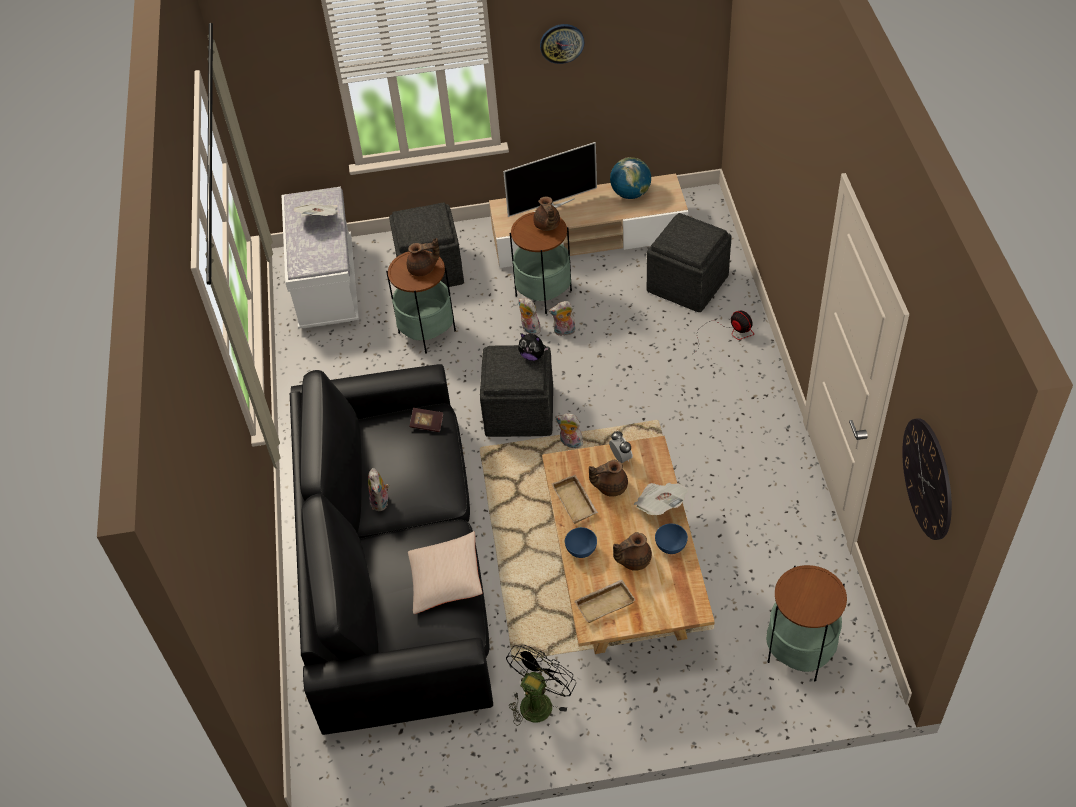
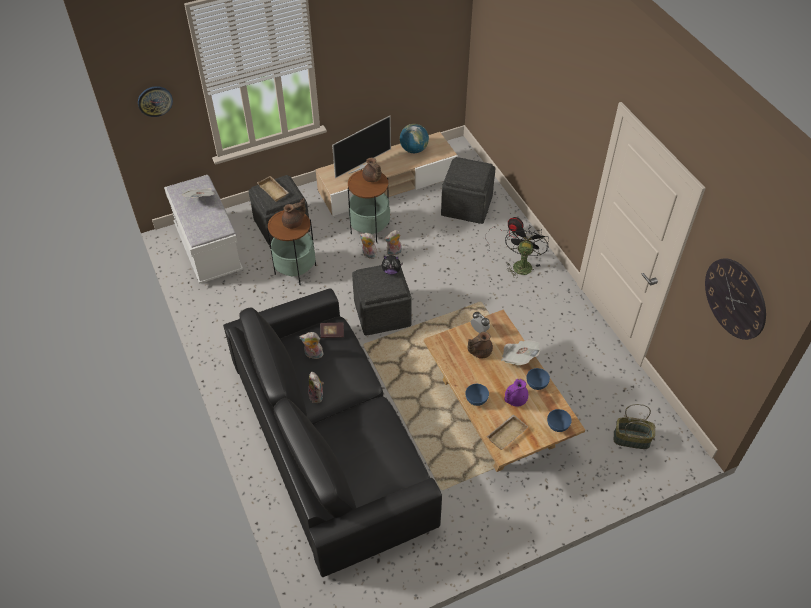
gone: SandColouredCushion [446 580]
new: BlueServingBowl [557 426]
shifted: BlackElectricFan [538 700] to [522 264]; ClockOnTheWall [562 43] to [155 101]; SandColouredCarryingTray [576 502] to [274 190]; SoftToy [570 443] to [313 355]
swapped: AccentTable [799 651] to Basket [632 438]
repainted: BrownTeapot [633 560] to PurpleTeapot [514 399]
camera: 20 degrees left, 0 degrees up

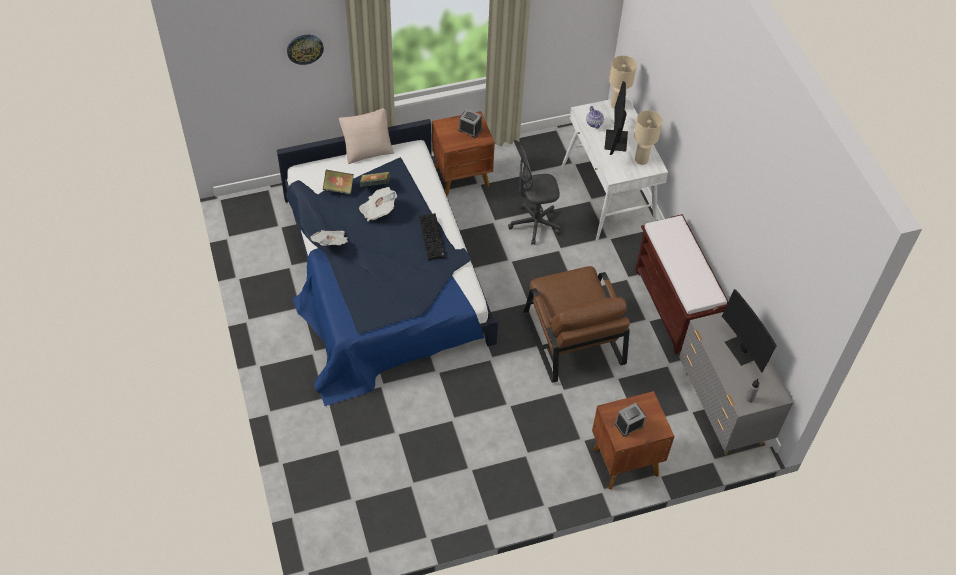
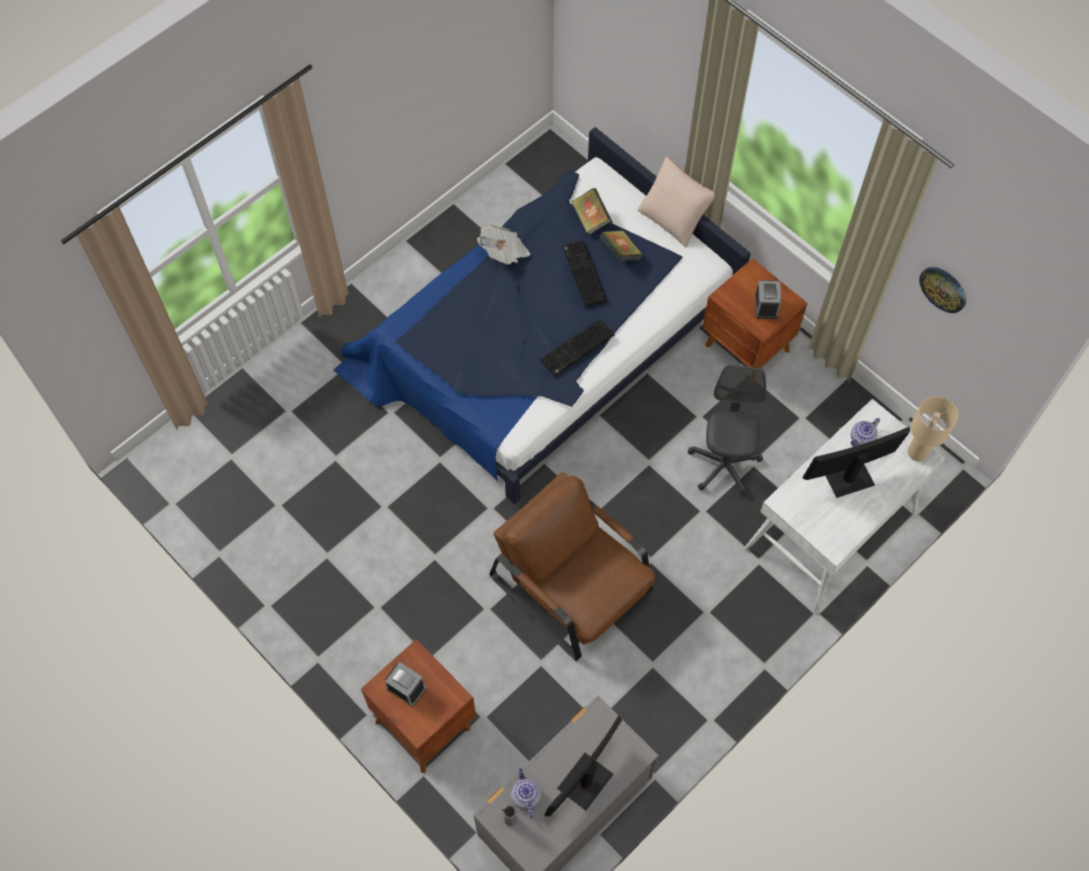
gone: SandColouredTabletopLamp [641 160]; BrownIndoorBench [674 307]
new: Teapot [525 796]
shifted: ClockOnTheWall [305 48] to [943 289]
swapped: Newspaper [378 210] to ComputerKeyboard [582 273]
rotated: GrayOfficeChair [534 224] = [724 464] 45 degrees clockwise; BrownLoungeChair [572 337] = [574 585] 90 degrees clockwise
camera: 65 degrees right, 10 degrees up

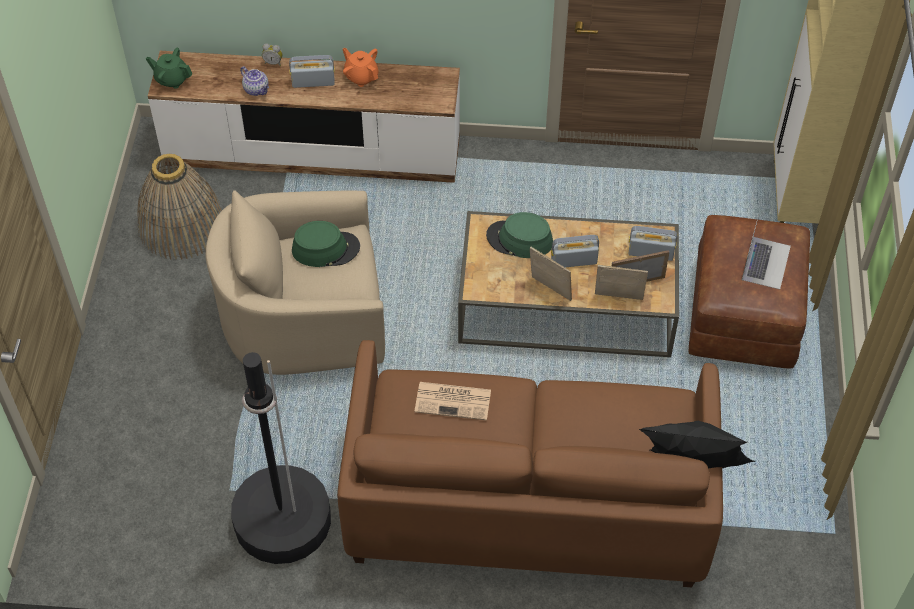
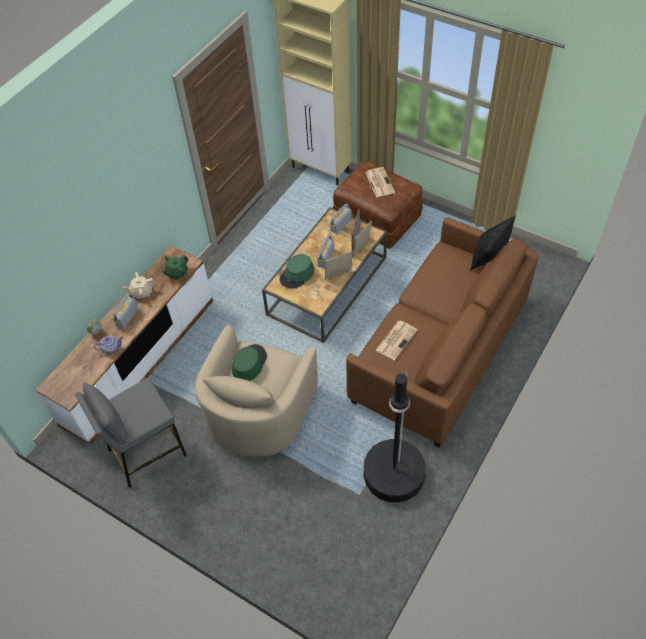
shifted: GreenishTeapot [172 79] to [177 273]
swapped: Basket [181 225] to GrayStoolSeat [146 452]; PortableComputer [766 262] to Newspaper [379 182]
repainted: OrangeyTeapot [361 76] to SandColouredTeapot [142 292]
camera: 60 degrees left, 0 degrees up

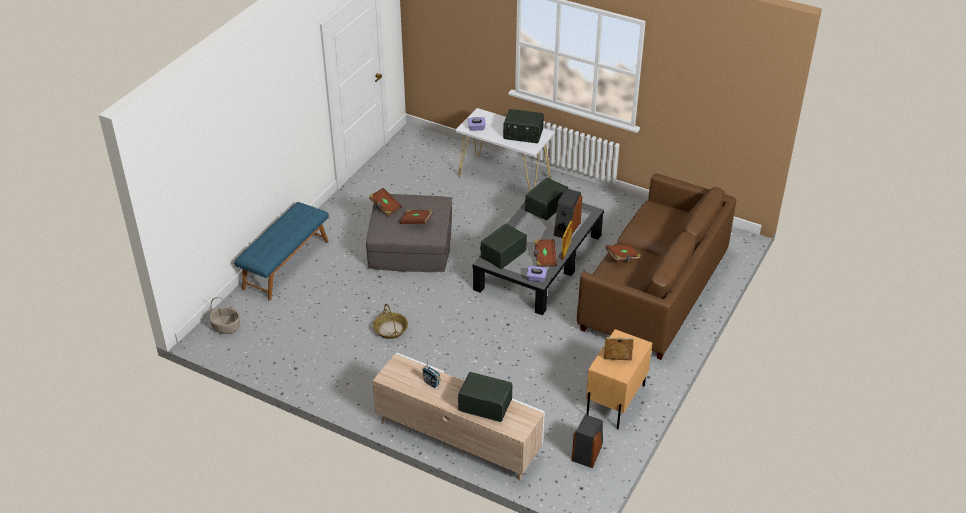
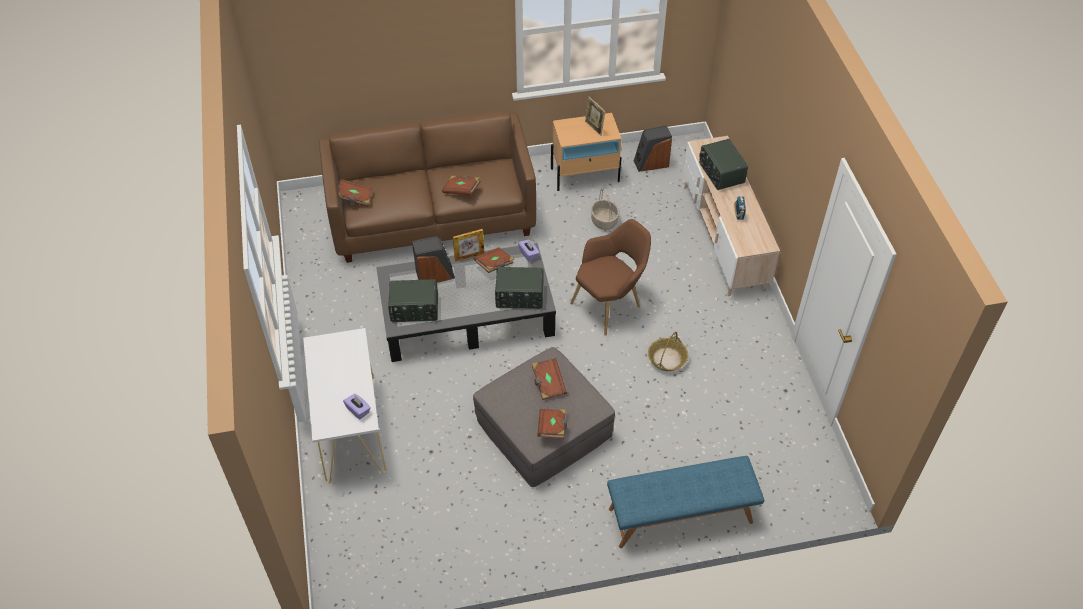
gone: RadioSet [523 135]
new: BrownVolume [354 198]; BrownLoungeChair [610 304]
shifted: Basket [226 327] to [604 221]
camera: 130 degrees left, 10 degrees up

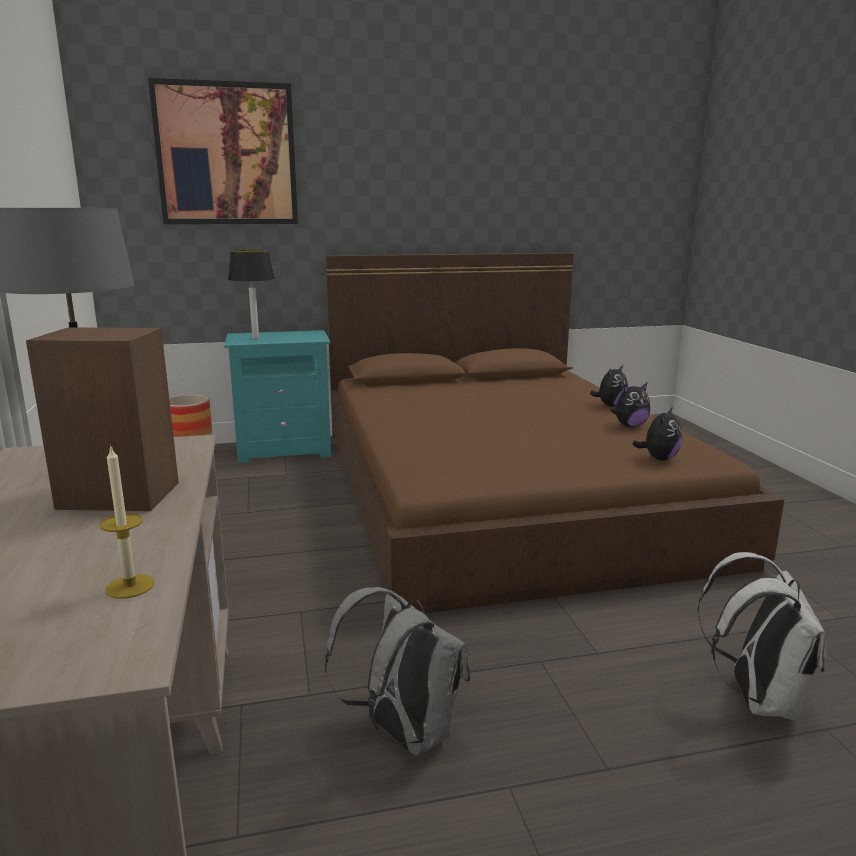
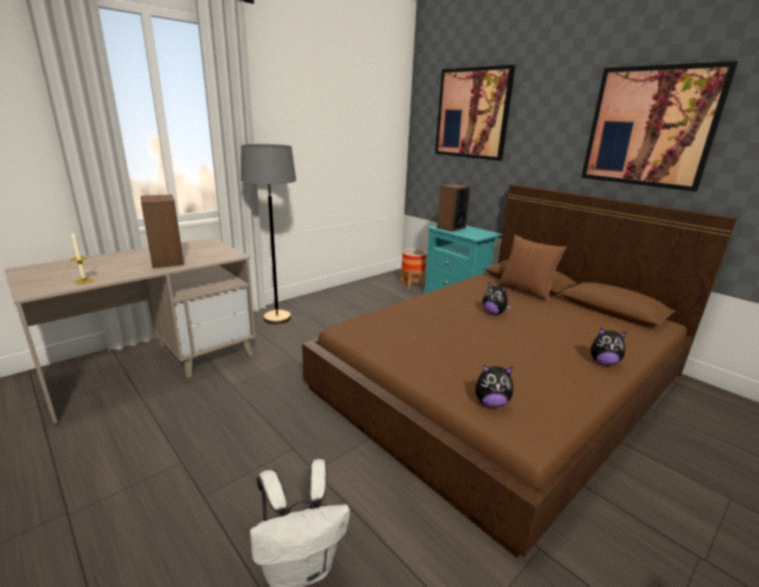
gone: GrayKnapsack [403 733]
new: BrownCushion [525 291]; WallPicture [650 127]
shifted: SoftToy [630 426] to [493 313]
swapped: TabletopLamp [255 338] to Loudspeaker [451 228]
camera: 60 degrees right, 5 degrees up

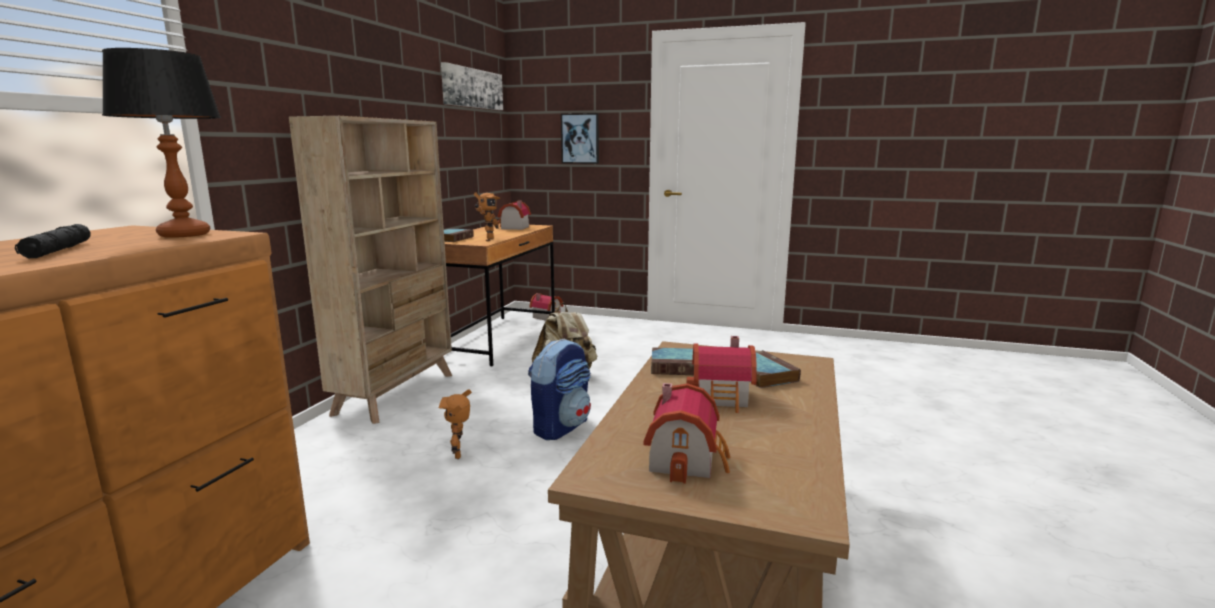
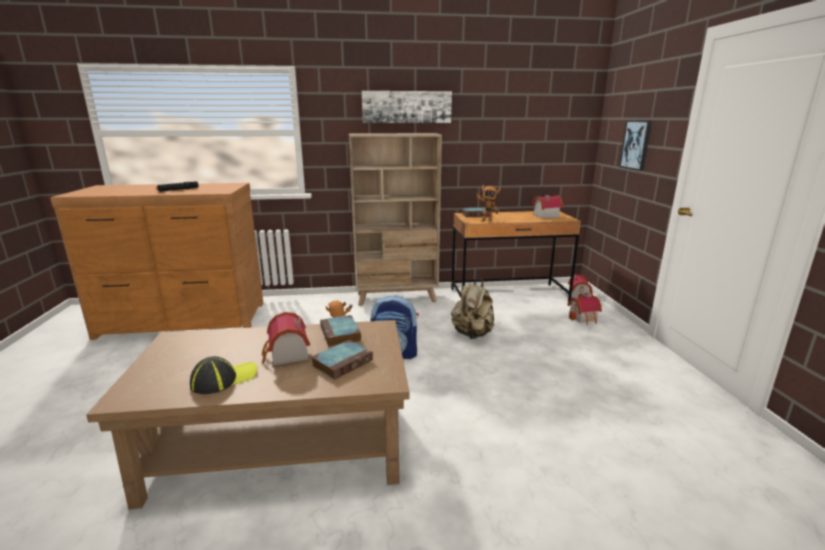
gone: TabletopLamp [185 235]
new: BaseballCap [224 379]
shifted: WallPicture [472 88] to [406 107]; ModelHouse [687 459] to [584 318]
camera: 65 degrees right, 5 degrees up

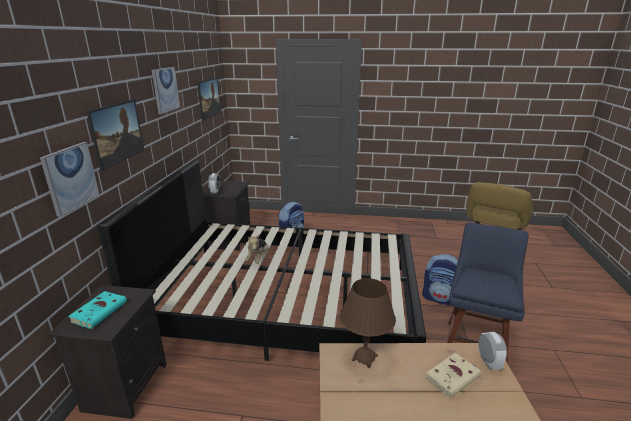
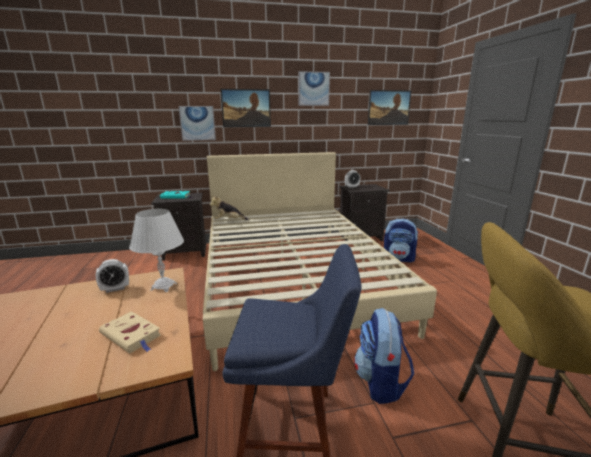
shifted: SoftToy [258 258] to [229 221]; AlarmClock [488 362] to [115 289]
repainted: BlackSleepingBed [287 301] to SandColouredSleepingBed [293 278]; BrownTabletopLamp [364 358] to WhiteTabletopLamp [163 286]
camera: 70 degrees right, 5 degrees down

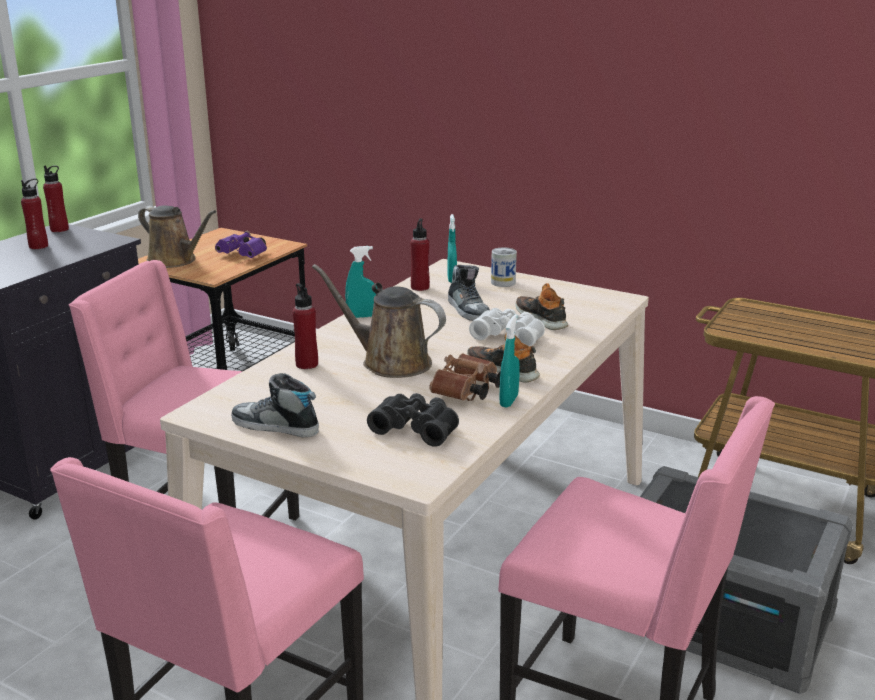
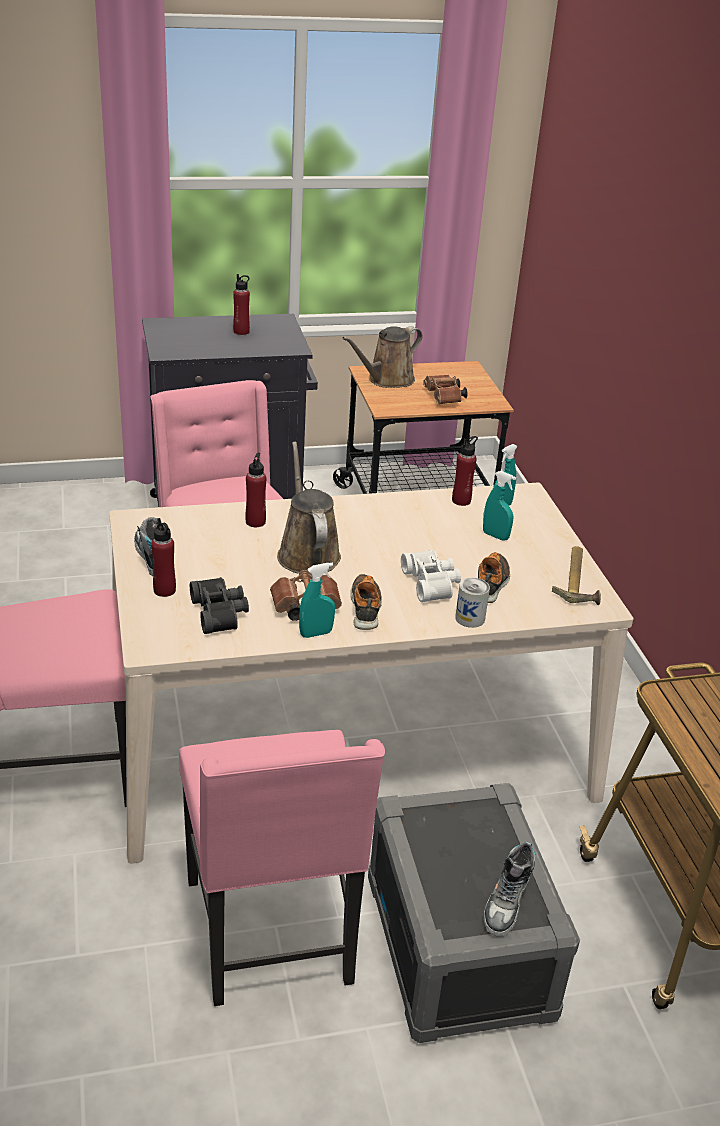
new: HandHammer [578 580]
shifted: RedColouredBottle [59 229] to [164 590]; TurquoiseColouredSprayer [362 316] to [495 536]; Shoe [468 310] to [507 903]; SealedCan [503 282] to [470 618]
repainted: PurpleBinoculars [244 255] to BrownBinoculars [444 398]
rotated: BrownSprinklingCan [175 261] = [387 380] 60 degrees clockwise
camera: 45 degrees right, 10 degrees up

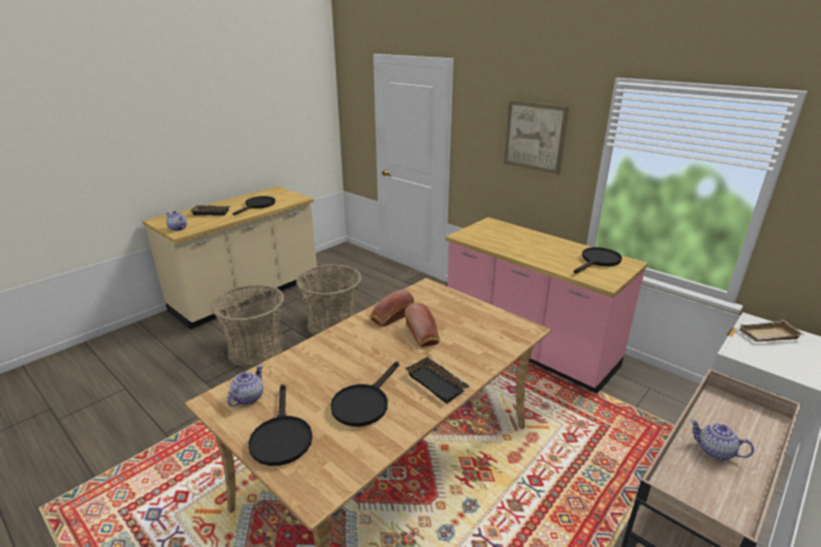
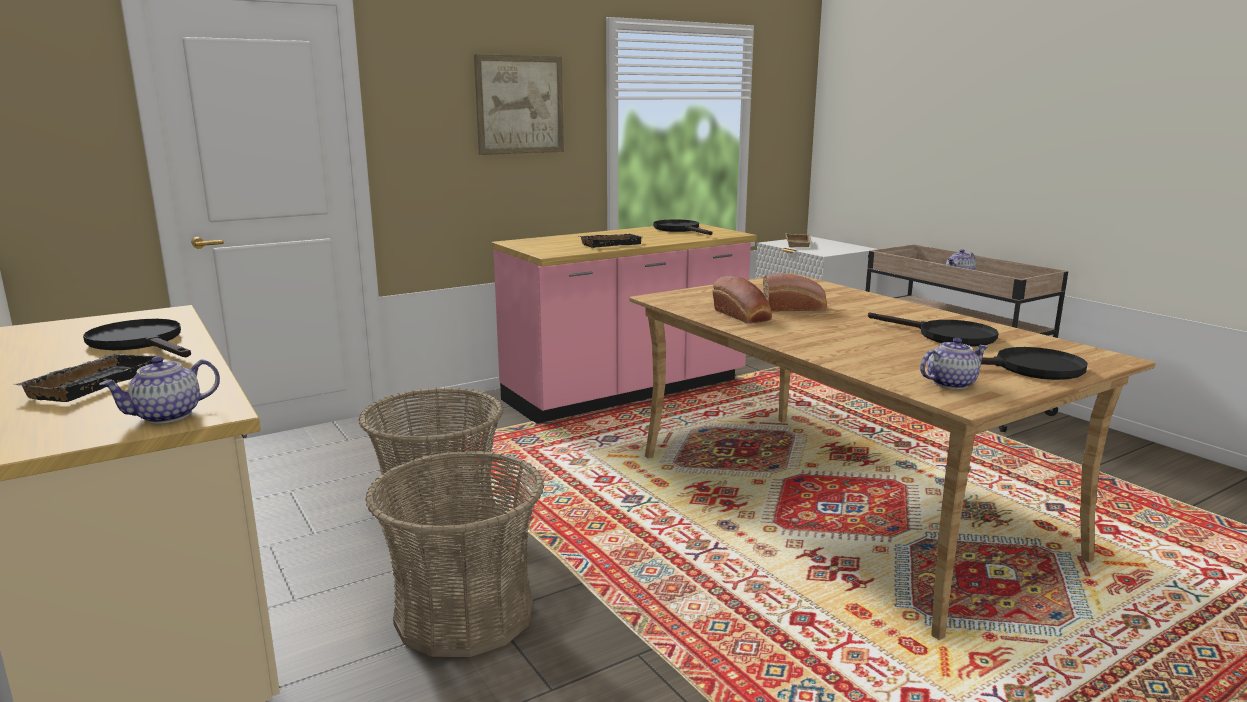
shifted: BlackCarryingTray [438 383] to [610 244]
rotated: Teapot [248 397] = [951 383] 120 degrees clockwise
camera: 75 degrees left, 10 degrees down

